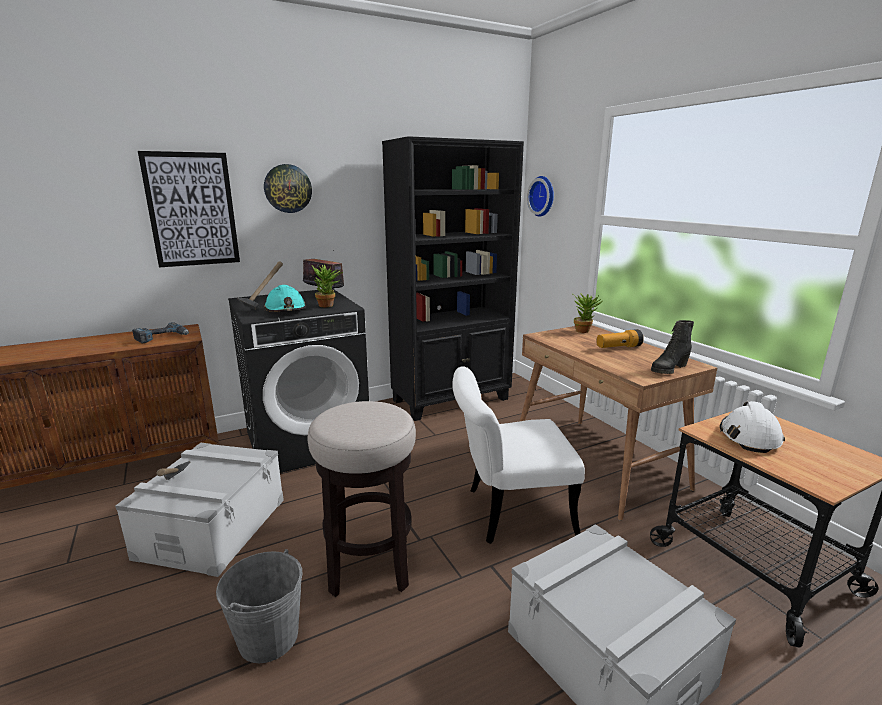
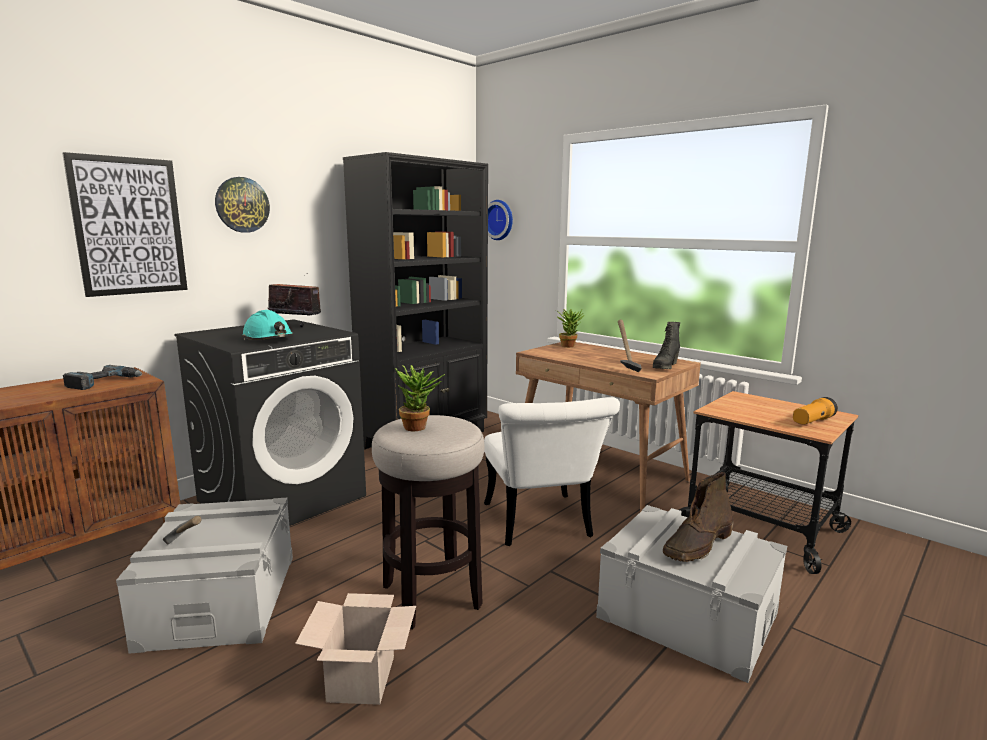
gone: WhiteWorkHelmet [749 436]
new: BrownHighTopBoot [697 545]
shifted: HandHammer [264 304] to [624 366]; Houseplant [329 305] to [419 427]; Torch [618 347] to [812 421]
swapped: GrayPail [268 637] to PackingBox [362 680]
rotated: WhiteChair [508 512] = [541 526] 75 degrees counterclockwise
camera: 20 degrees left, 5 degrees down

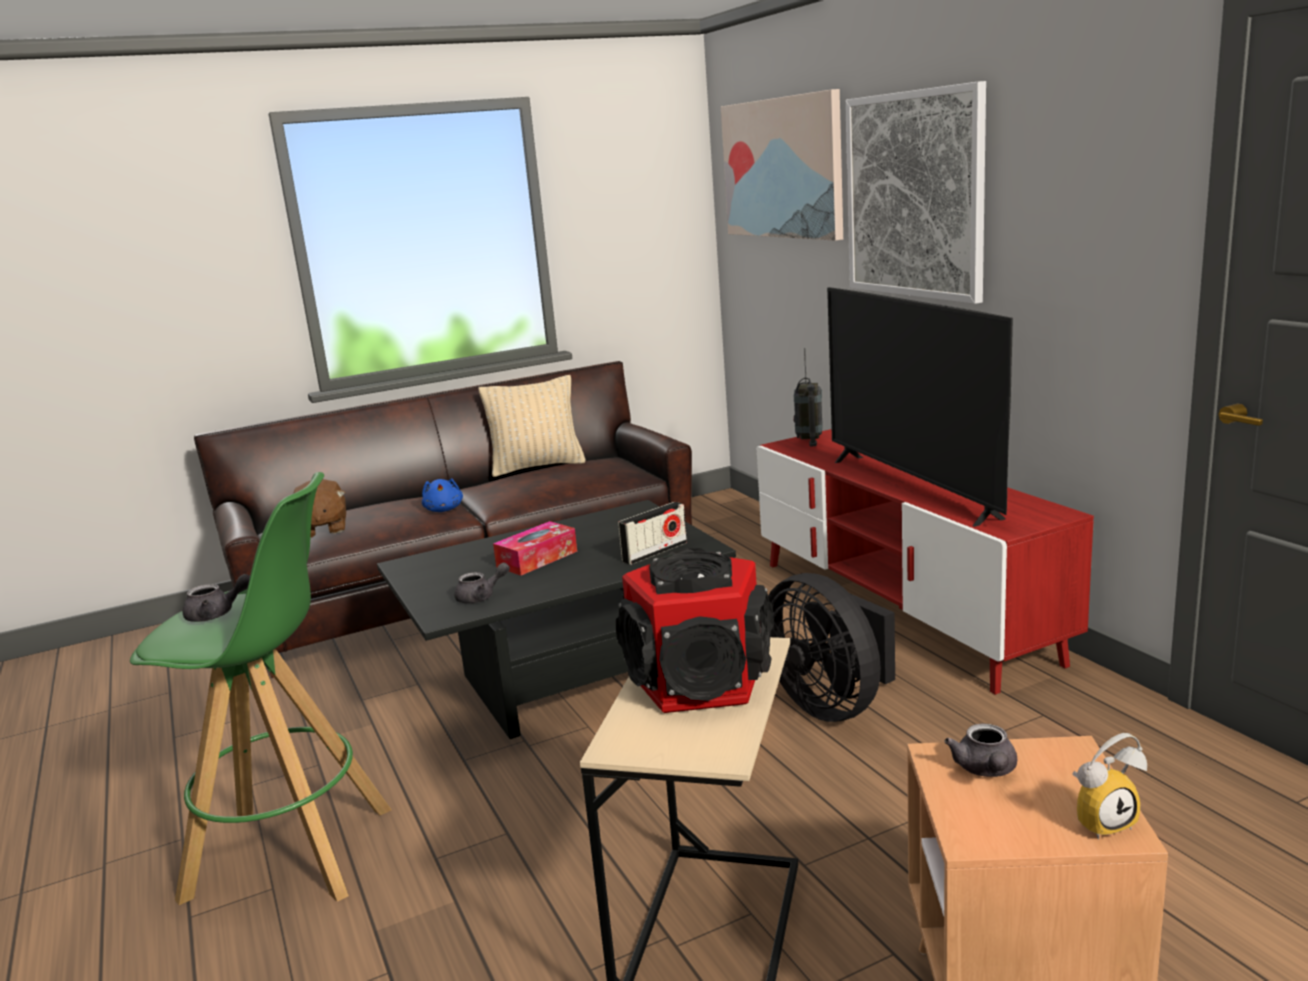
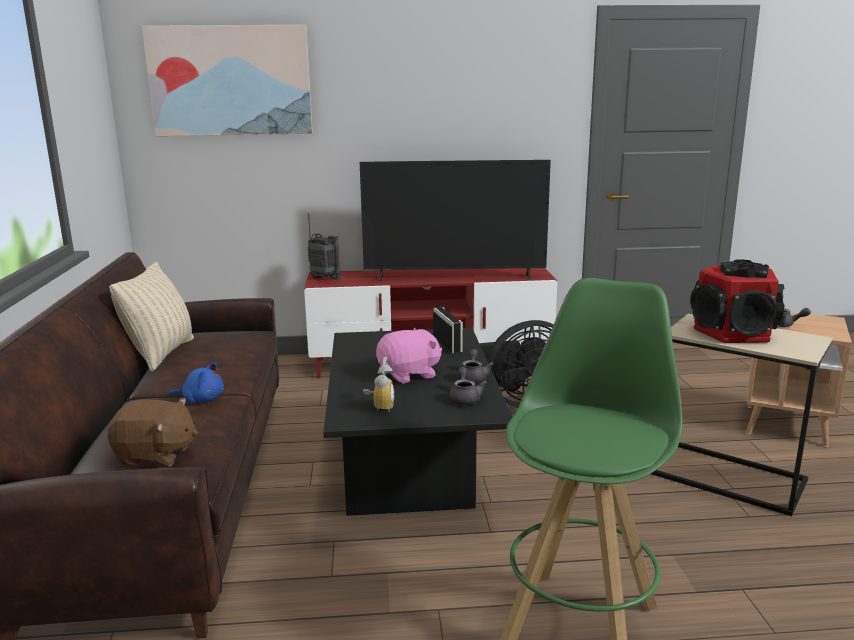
gone: WallPicture [914 195]
shifted: GrayTeapot [217 614] to [473 378]; AlarmClock [1102 821] to [380 407]
swapped: TissueBox [537 559] to PinkColouredSoftToy [409 374]
camera: 70 degrees left, 0 degrees up

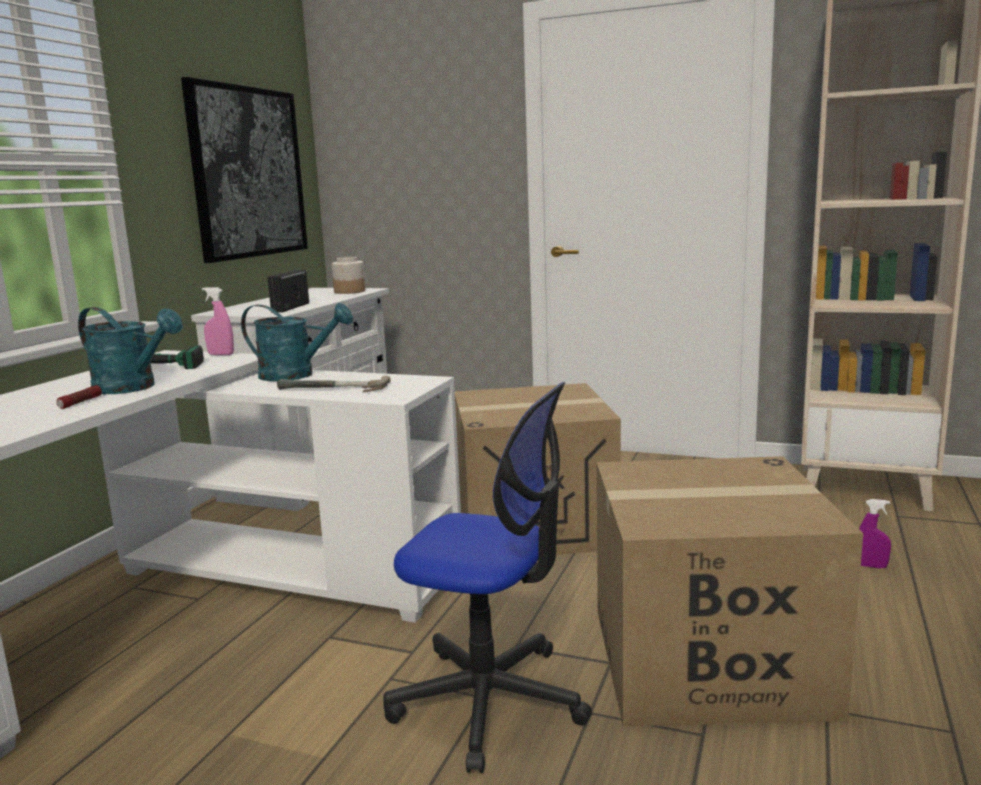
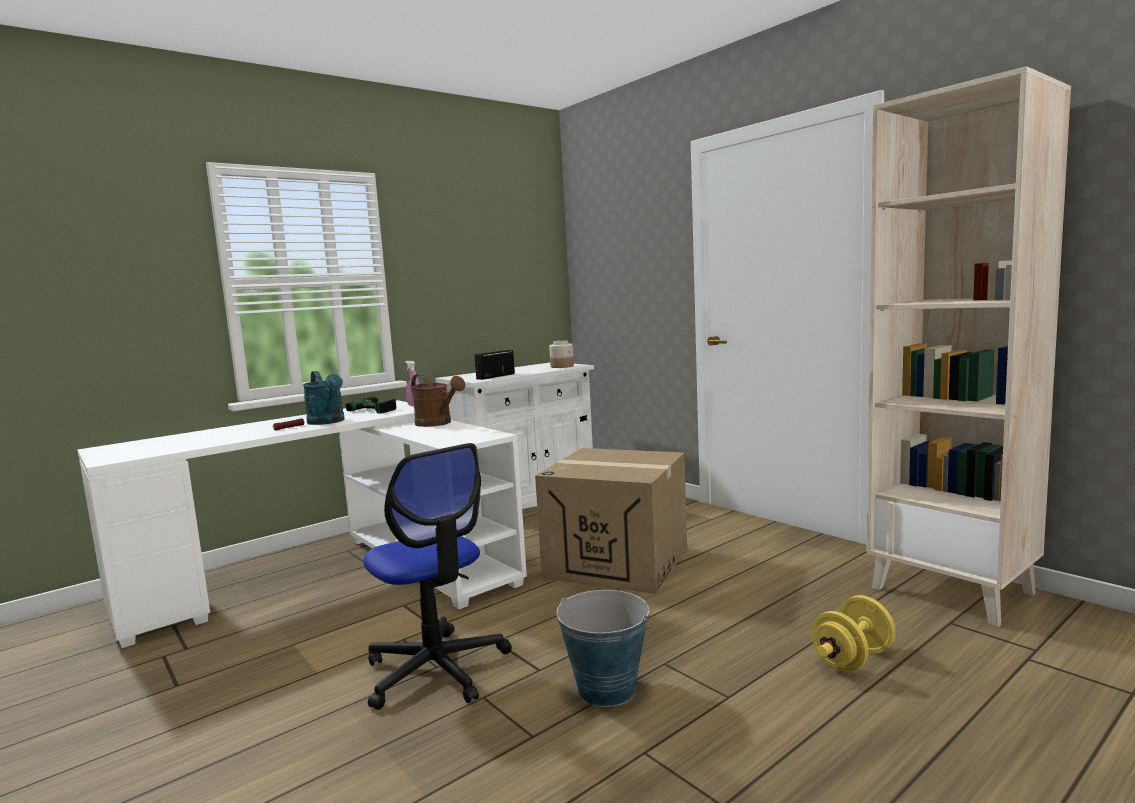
gone: WallPicture [248 172]; HandHammer [331 390]
swapped: PackingBox [707 660] to Pail [606 689]; PurpleSprayer [871 566] to YellowColouredDumbbell [852 658]
repainted: TurquoiseColouredSprinklingCan [296 375] to BrownSprinklingCan [438 423]
camera: 30 degrees right, 5 degrees down

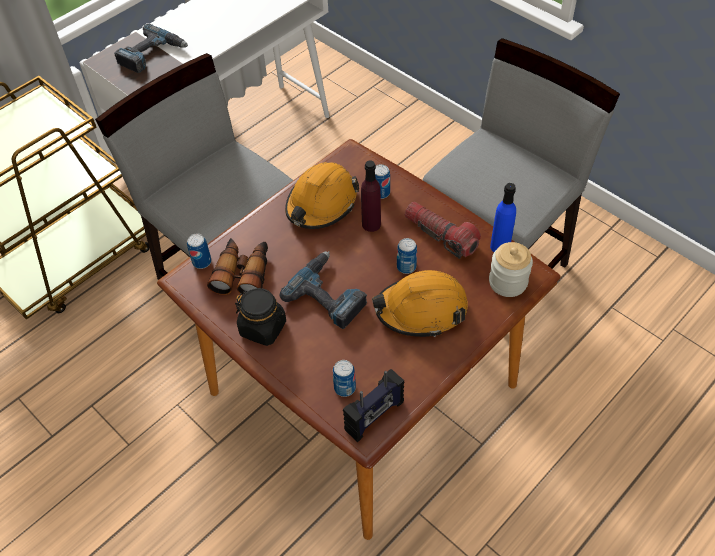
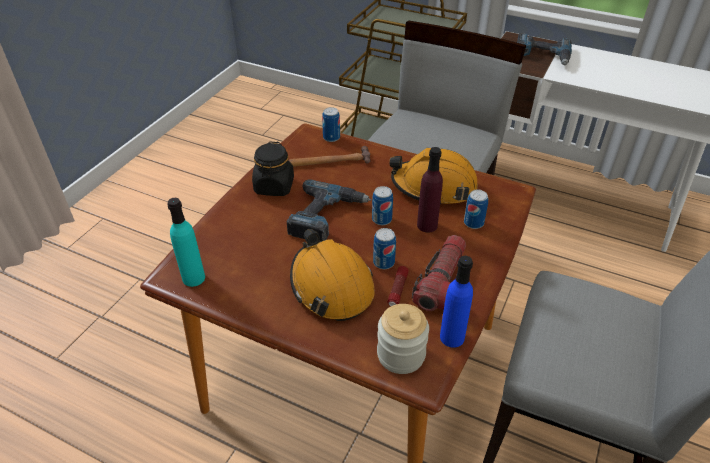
new: Torch [397 290]
shifted: SealedCan [345 388] to [381 219]
swapped: Binoculars [243 272] to HandHammer [330 161]; RadioSet [375 416] to TurquoiseColouredBottle [193 278]
camera: 70 degrees right, 10 degrees down

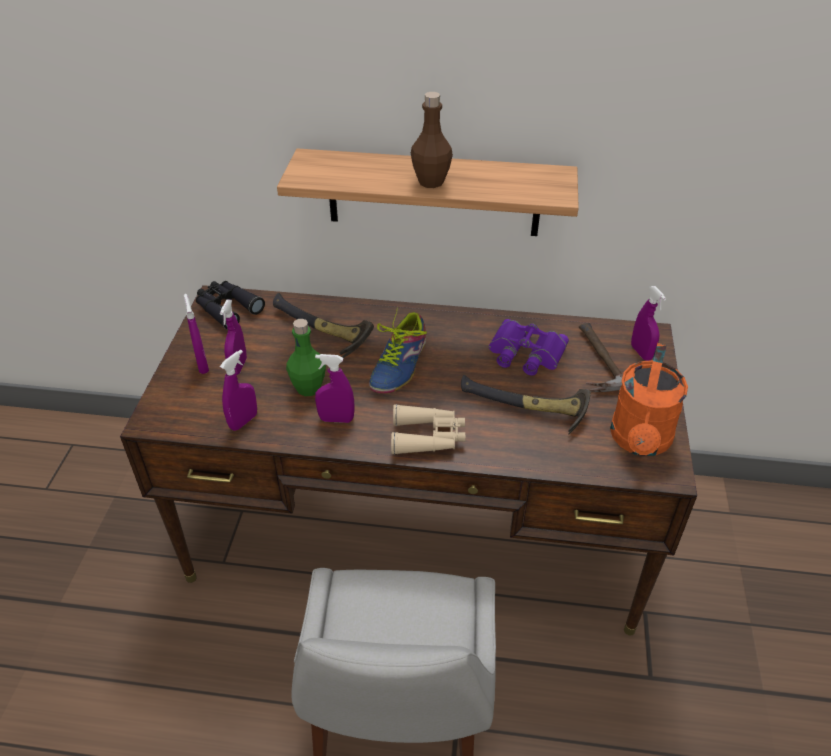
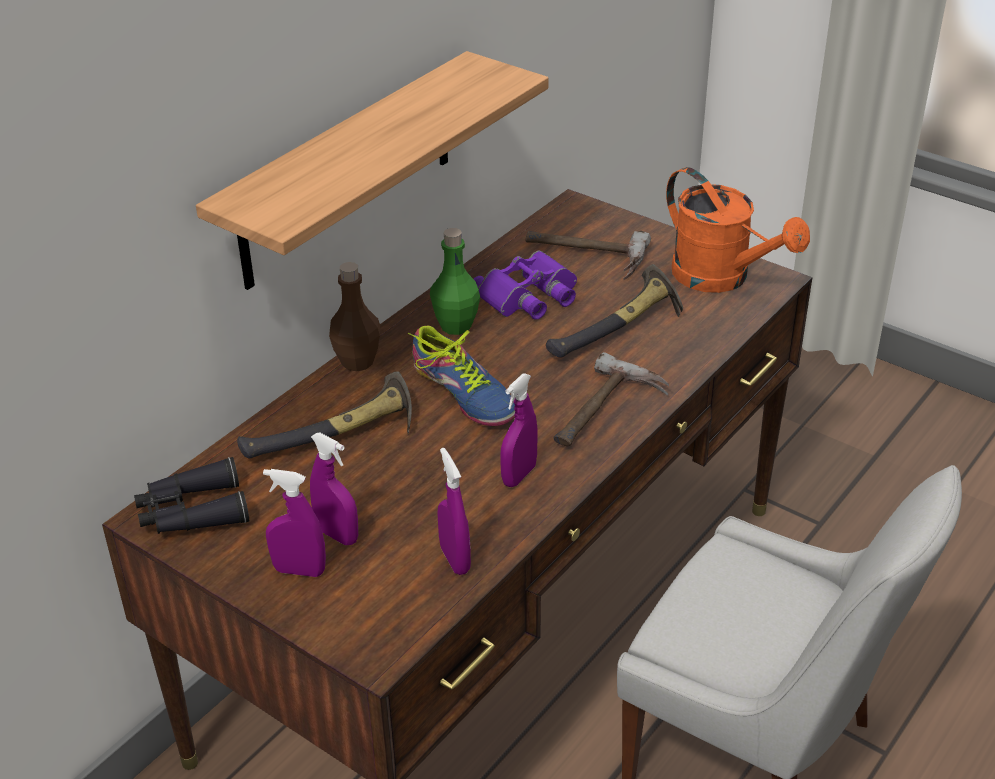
gone: PurpleSprayer [641 352]
shifted: GreenishBottle [308 388] to [456 326]; BrownBottle [431 181] to [357 361]
swapped: SandColouredBinoculars [428 437] to HandHammer [607 413]
camera: 60 degrees left, 5 degrees down

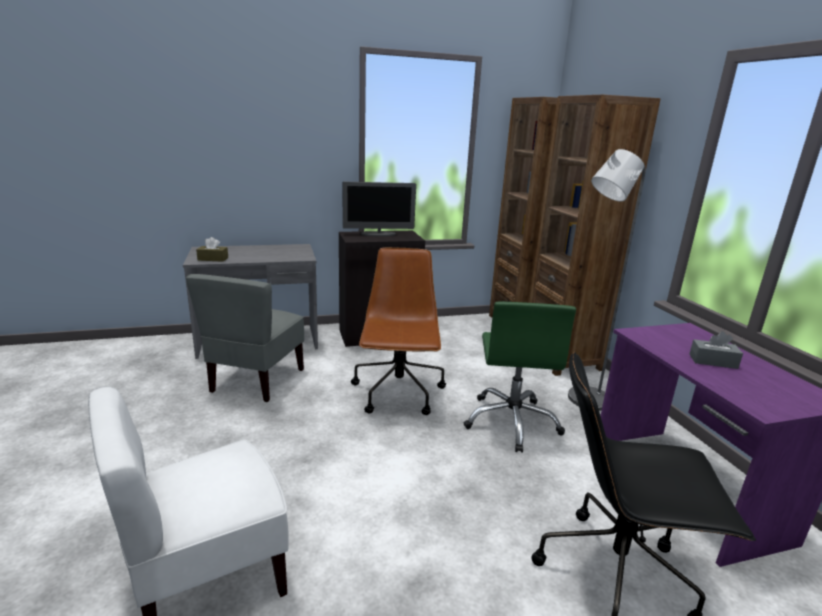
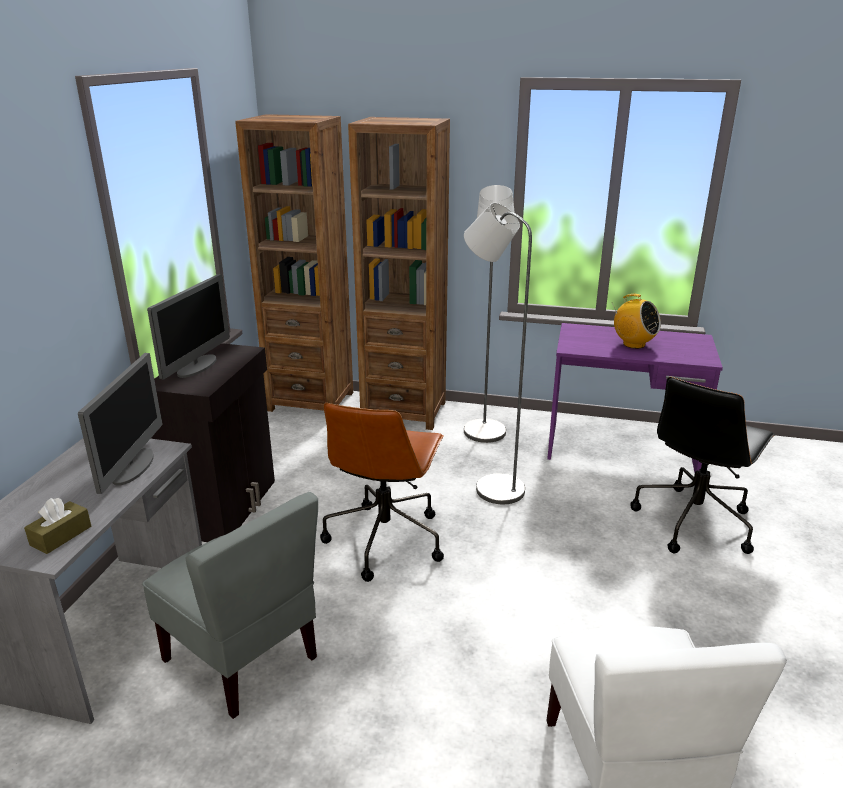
new: ComputerDisplay [133 466]
swapped: GreenishOfficeChair [512 422] to GrayStandardLamp [491 487]; GrayTissueBox [713 361] to RadioSet [633 344]
rotated: BrownOfficeChair [398 393] = [385 539] 105 degrees counterclockwise
camera: 60 degrees left, 5 degrees up

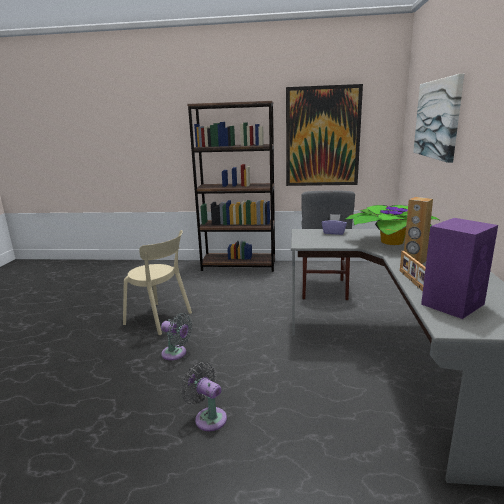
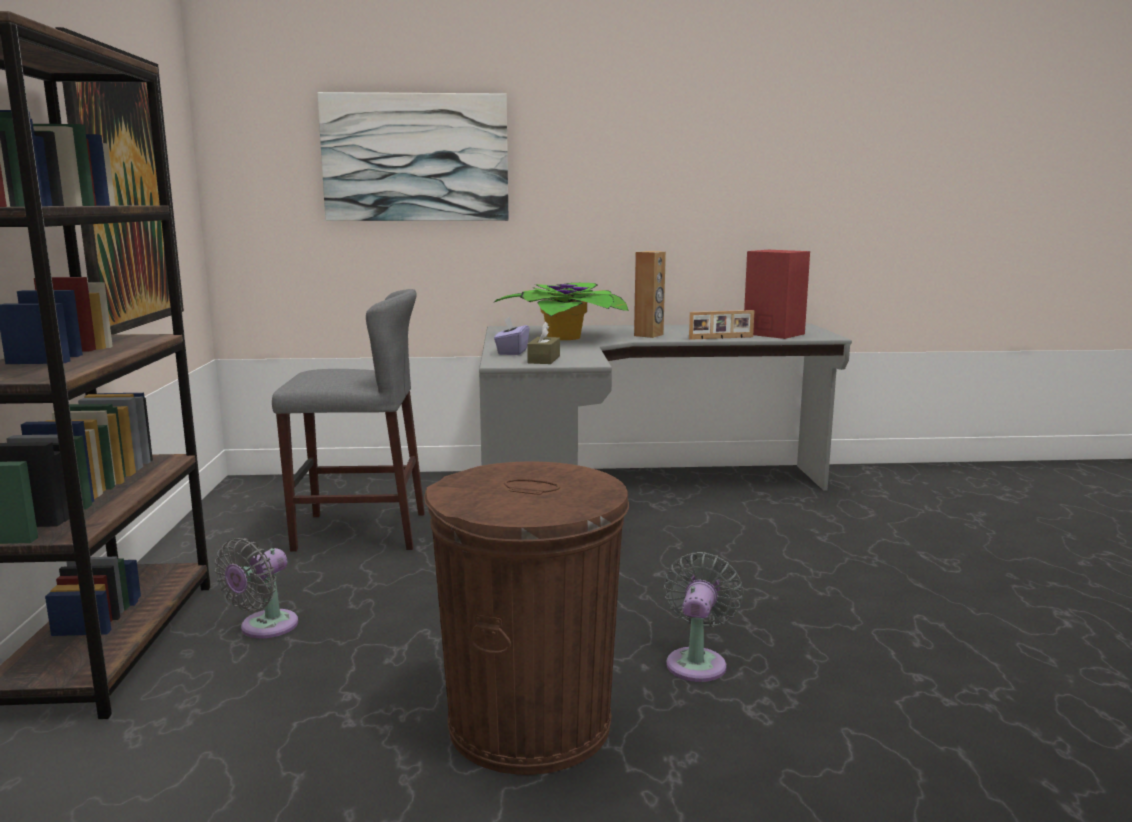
new: BrownTissueBox [544 359]
shifted: GrayElectricFan [208 417] to [264 628]
swapped: SandColouredChair [160 319] to BrownRubbishBin [530 723]
repainted: PurpleLoudspeaker [453 304] to RedColouredLoudspeaker [772 334]
camera: 100 degrees left, 5 degrees down

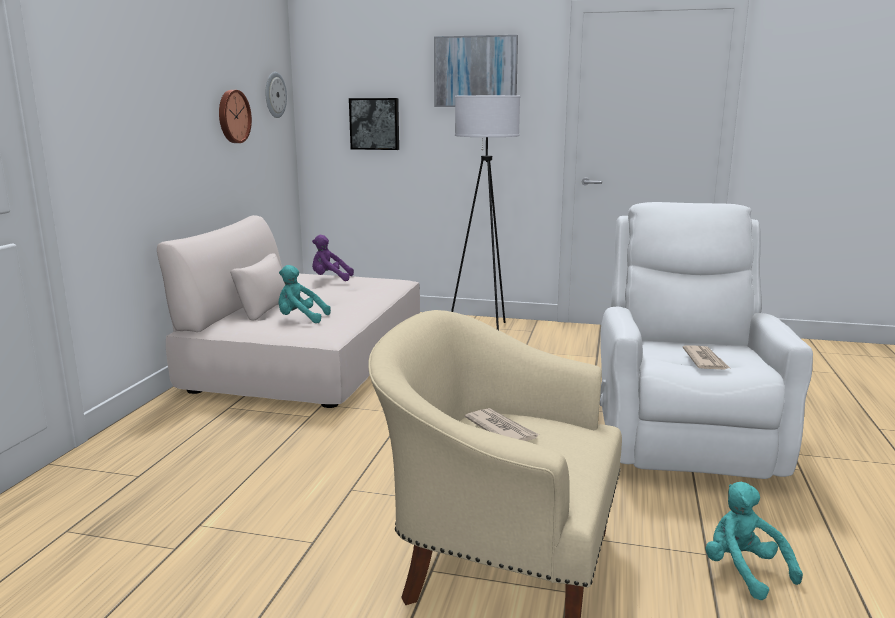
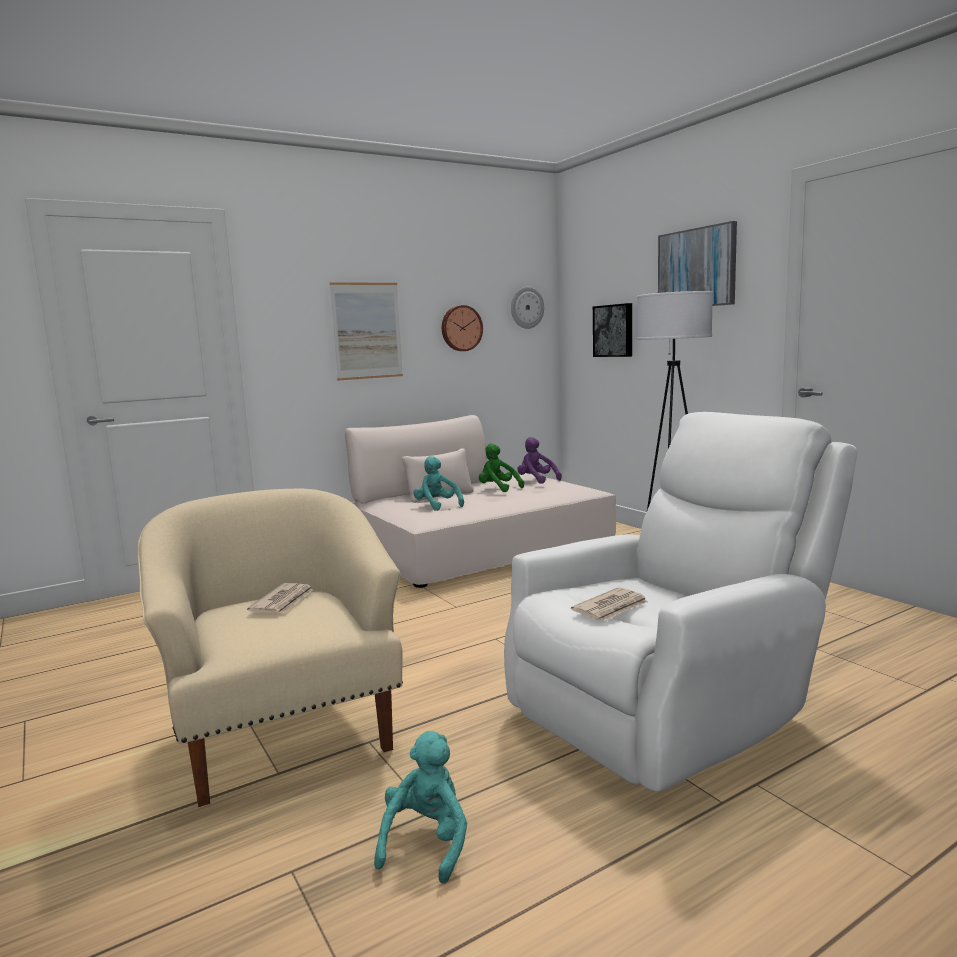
new: WallPicture [367 331]; GreenishSoftToy [498 488]
camera: 45 degrees right, 5 degrees down

